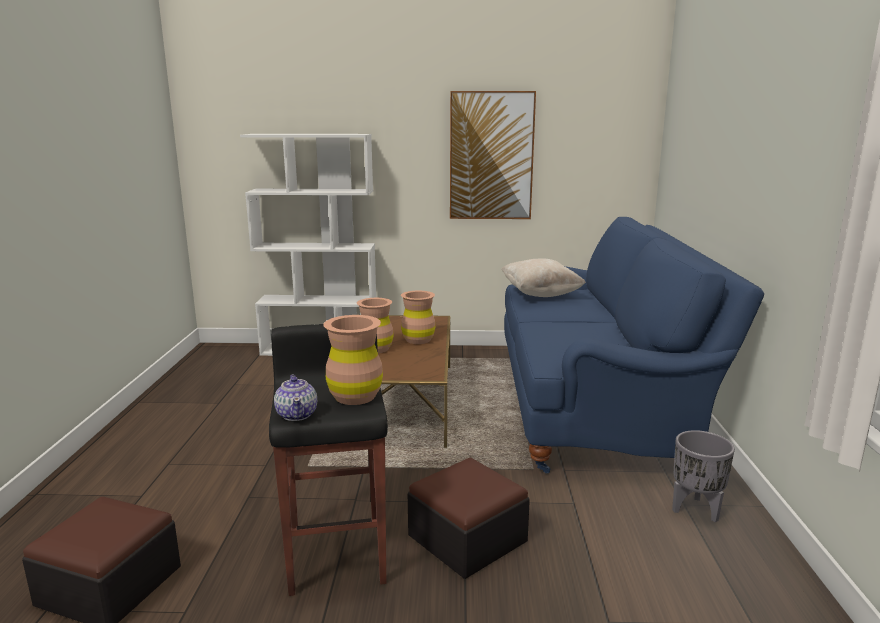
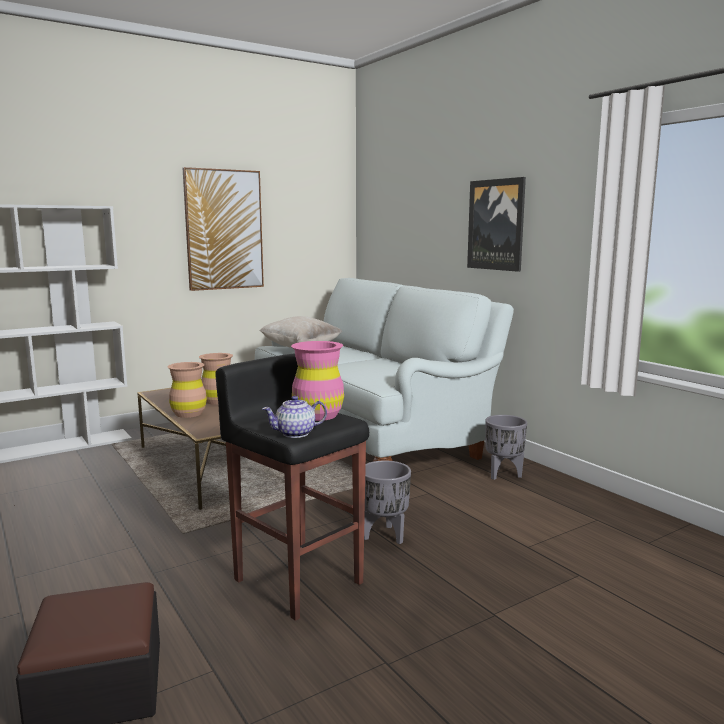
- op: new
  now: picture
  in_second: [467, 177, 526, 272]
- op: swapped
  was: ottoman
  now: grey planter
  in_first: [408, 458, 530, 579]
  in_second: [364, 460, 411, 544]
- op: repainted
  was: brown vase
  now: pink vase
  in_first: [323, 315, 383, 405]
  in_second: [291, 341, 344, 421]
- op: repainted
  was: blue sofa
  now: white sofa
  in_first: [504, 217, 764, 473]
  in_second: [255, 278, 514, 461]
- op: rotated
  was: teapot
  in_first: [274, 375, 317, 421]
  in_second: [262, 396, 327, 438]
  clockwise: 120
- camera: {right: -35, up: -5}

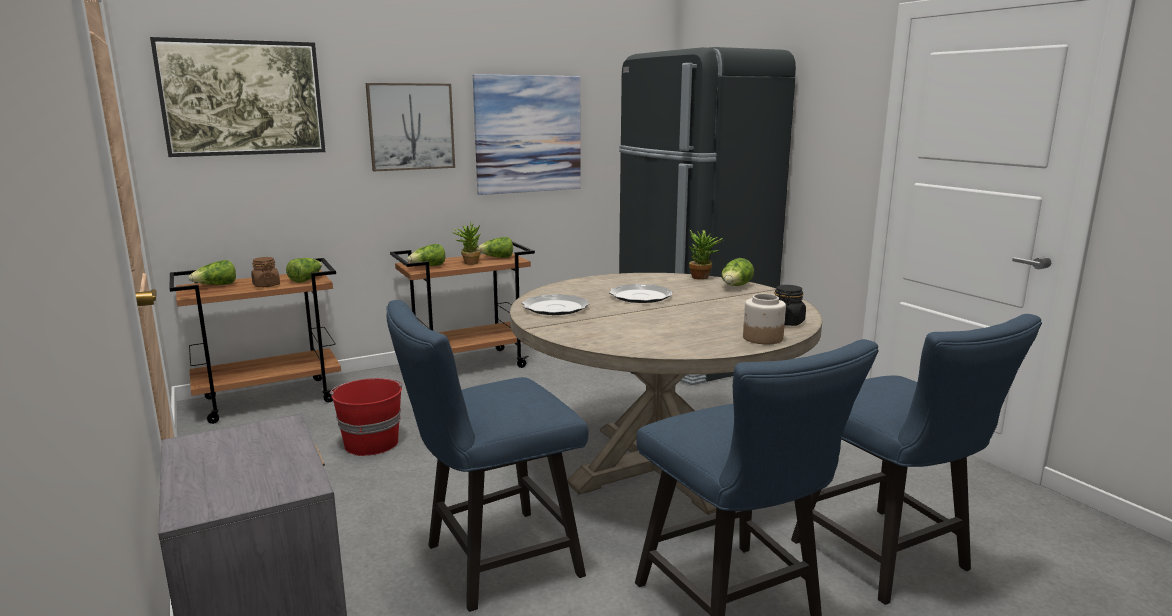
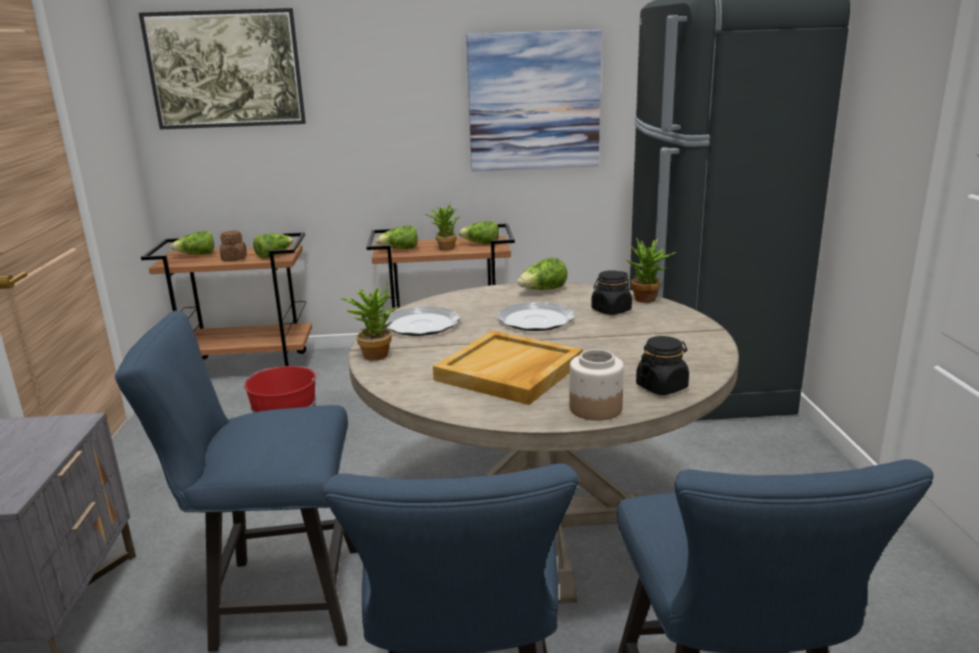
- op: gone
  was: picture
  in_first: [366, 83, 455, 171]
- op: new
  now: potted plant
  in_second: [341, 282, 397, 361]
- op: new
  now: beige tray
  in_second: [433, 331, 583, 405]
- op: new
  now: black jar
  in_second: [591, 270, 632, 315]
- op: shifted
  was: lettuce
  in_first: [721, 258, 754, 286]
  in_second: [517, 257, 567, 290]
- camera: {right: 25, up: 5}

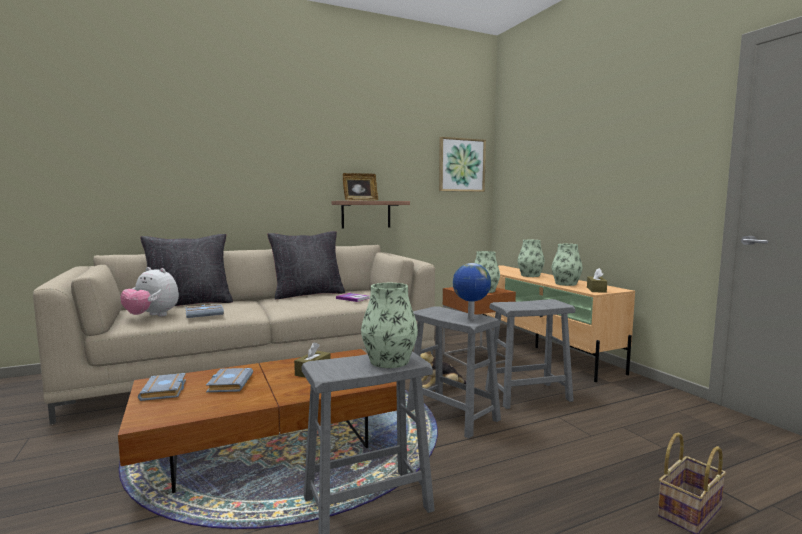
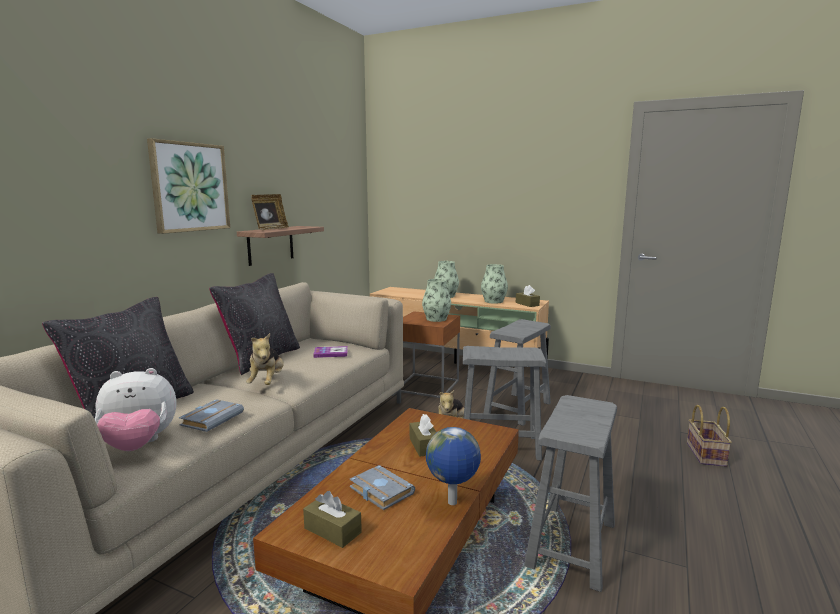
- op: gone
  was: vase
  in_first: [361, 283, 418, 368]
- op: new
  now: plush toy
  in_second: [246, 333, 284, 385]
- op: shifted
  was: picture
  in_first: [439, 137, 486, 192]
  in_second: [147, 138, 230, 234]
- op: shifted
  was: globe
  in_first: [453, 263, 491, 319]
  in_second: [426, 427, 481, 505]
- op: swapped
  was: grey book
  now: brown tissue box
  in_first: [138, 373, 186, 401]
  in_second: [303, 491, 362, 548]
- camera: {right: -40, up: 5}

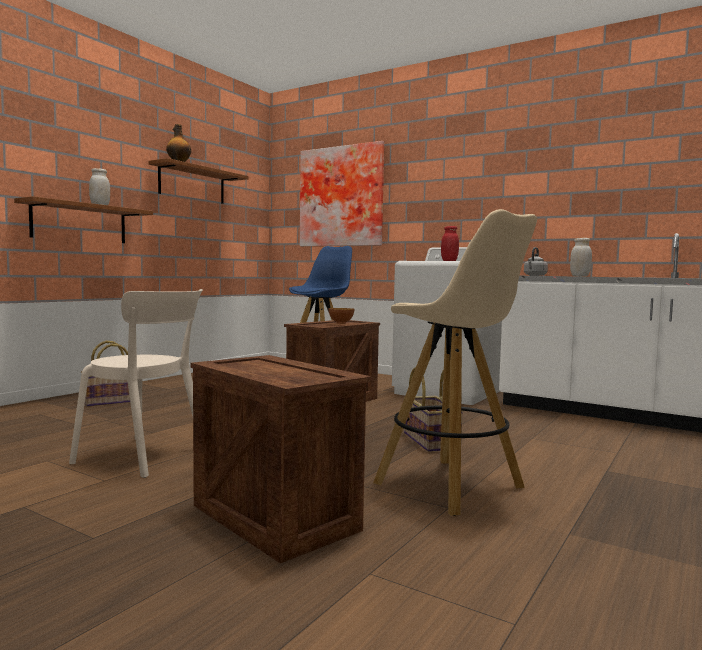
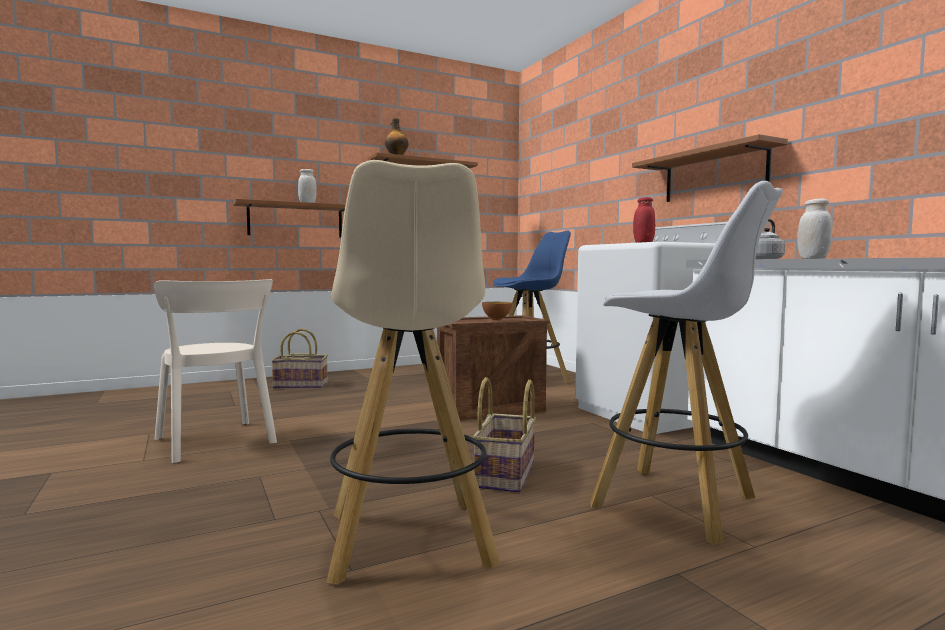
- op: gone
  was: crate
  in_first: [190, 355, 372, 563]
- op: gone
  was: picture
  in_first: [300, 141, 384, 246]
- op: new
  now: white stool
  in_second: [590, 181, 783, 544]
- op: new
  now: brown shelf
  in_second: [632, 134, 788, 202]
- camera: {right: 30, up: 0}

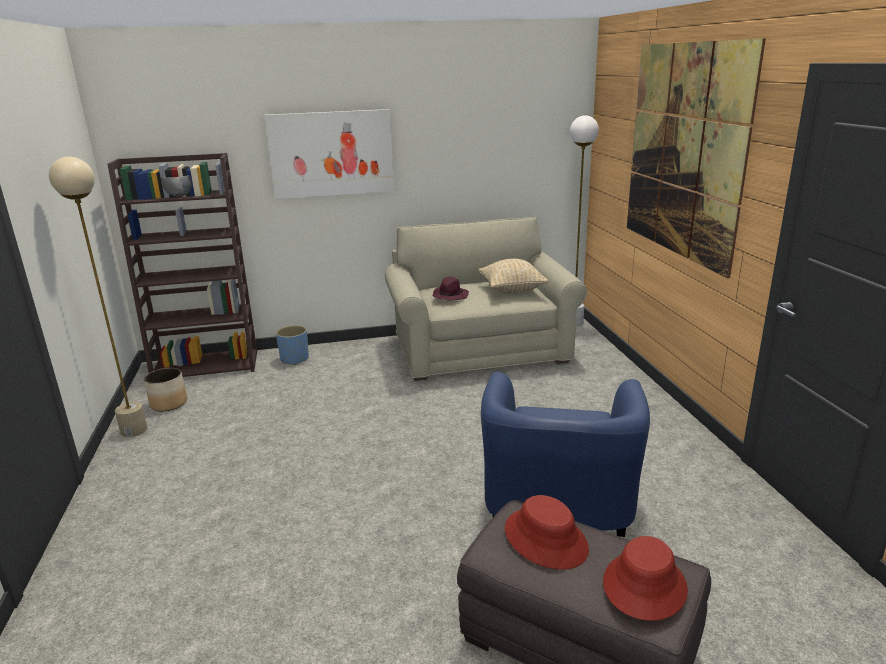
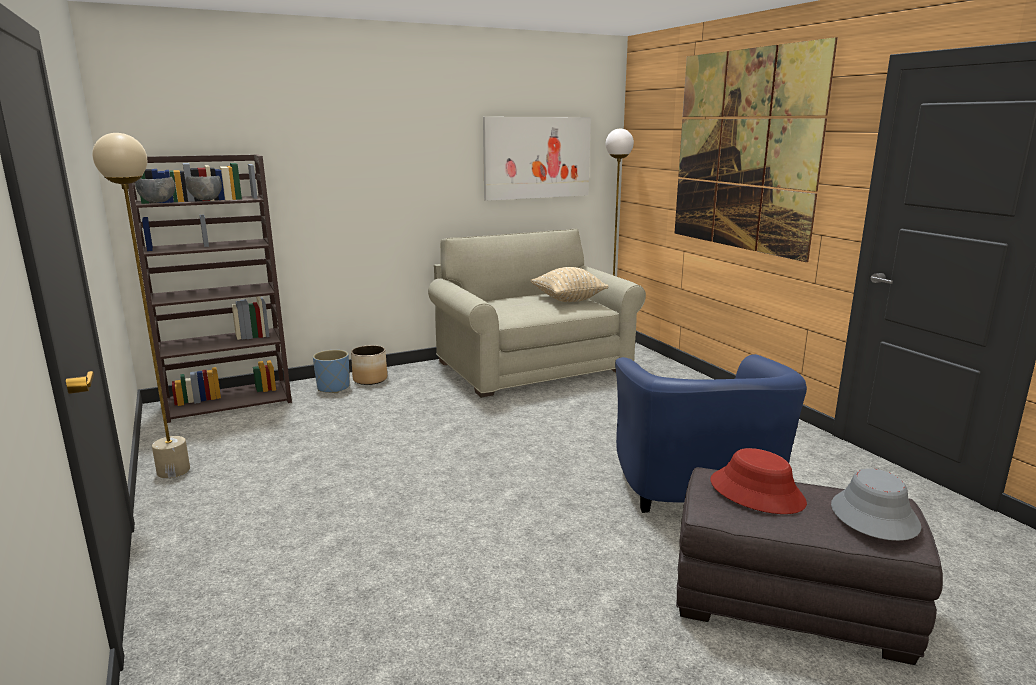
- op: gone
  was: purple hat
  in_first: [432, 277, 469, 301]
- op: new
  now: grey bowl
  in_second: [135, 177, 175, 203]
- op: shifted
  was: planter
  in_first: [144, 368, 187, 411]
  in_second: [351, 345, 387, 385]
- op: shifted
  was: picture
  in_first: [264, 109, 394, 199]
  in_second: [483, 117, 591, 201]
- op: repainted
  was: red hat
  now: grey hat
  in_first: [603, 536, 688, 621]
  in_second: [831, 468, 921, 541]
- camera: {right: -15, up: -5}

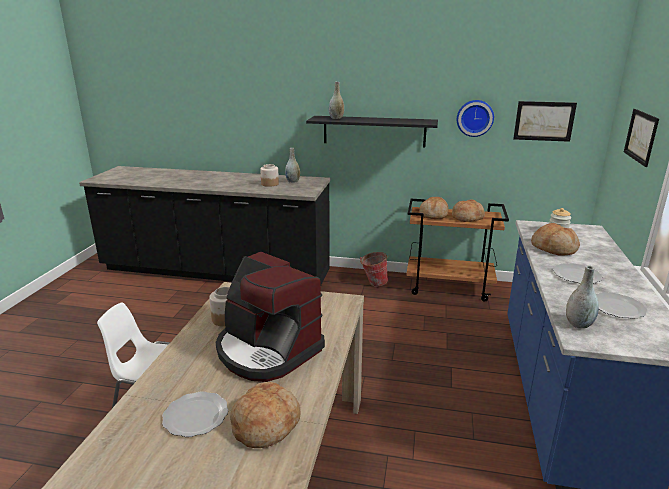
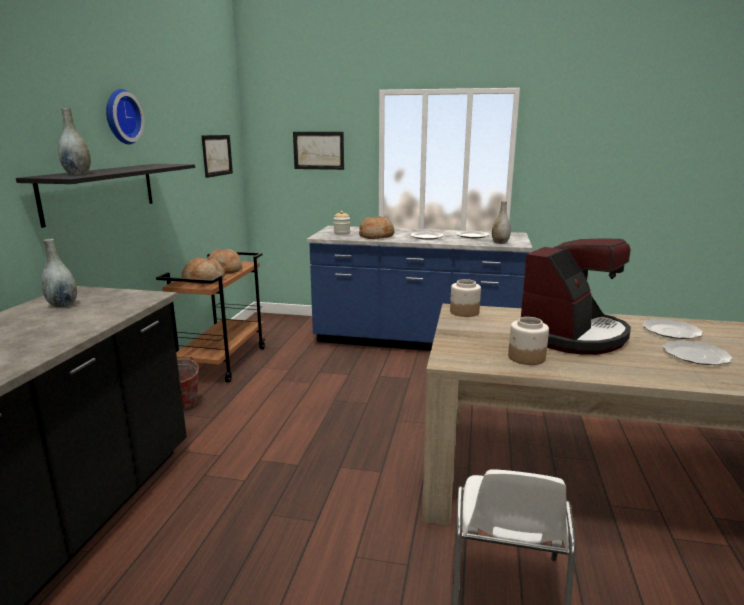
- op: shifted
  was: jar
  in_first: [260, 164, 279, 187]
  in_second: [450, 279, 481, 317]
- op: shifted
  was: wall clock
  in_first: [457, 100, 494, 137]
  in_second: [106, 89, 144, 144]
- op: swapped
  was: bread
  now: plate
  in_first: [230, 382, 301, 448]
  in_second: [642, 319, 703, 339]
- camera: {right: -90, up: -5}

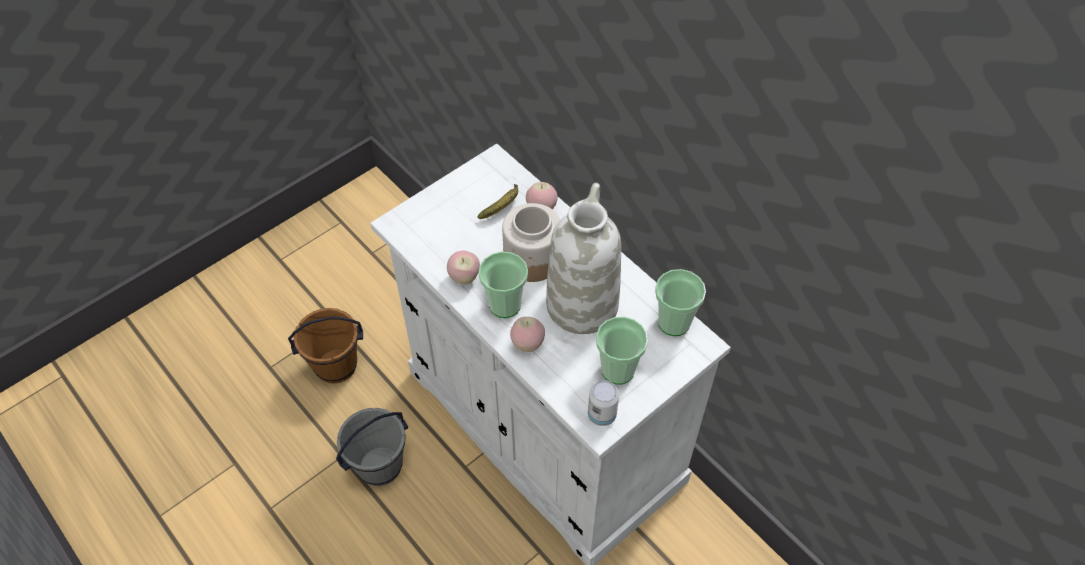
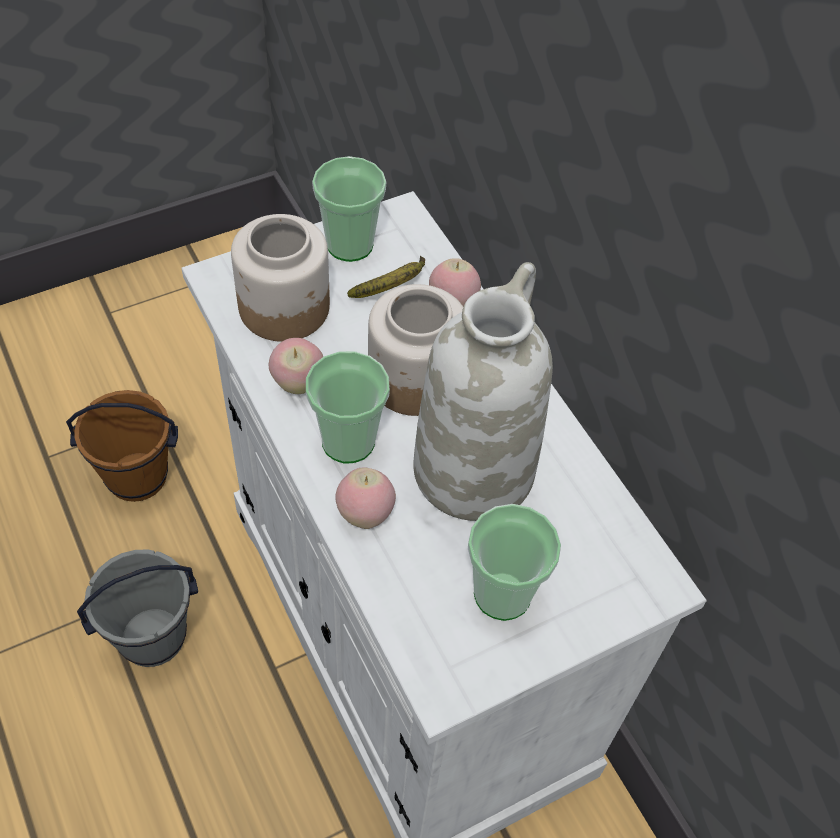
- op: gone
  was: can
  in_first: [588, 380, 619, 426]
- op: new
  now: jar
  in_second: [231, 214, 330, 342]
- op: shifted
  was: cup
  in_first: [655, 269, 706, 336]
  in_second: [312, 156, 386, 262]
- camera: {right: 10, up: 0}

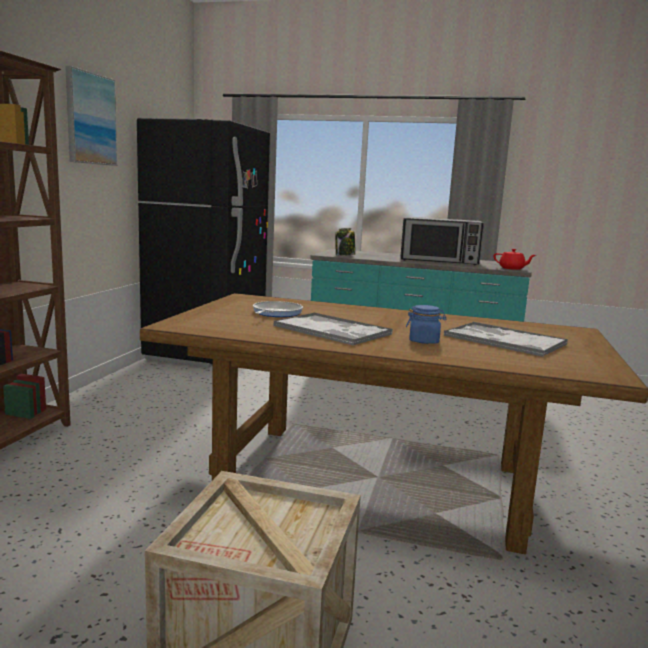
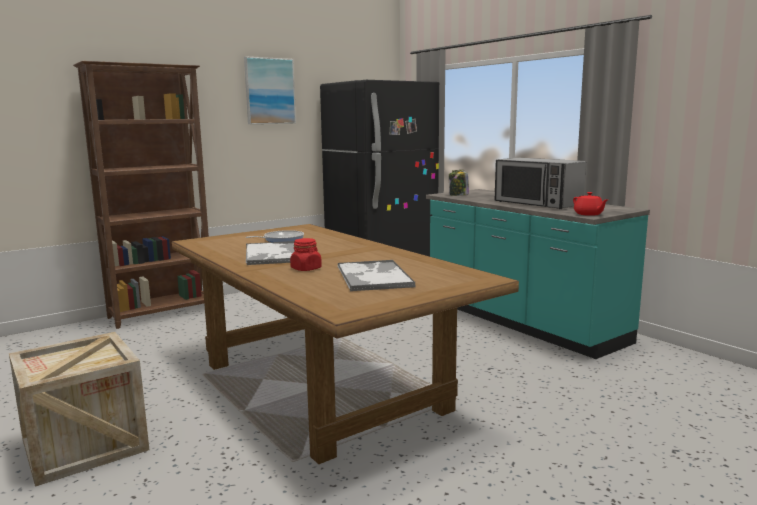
- op: repainted
  was: blue jar
  now: red jar
  in_first: [406, 305, 446, 344]
  in_second: [290, 238, 322, 271]
- camera: {right: 40, up: 0}

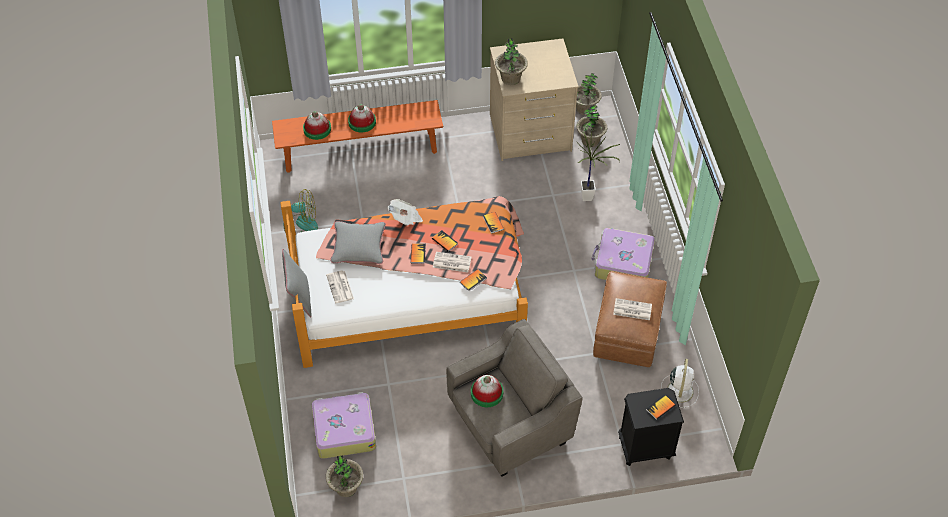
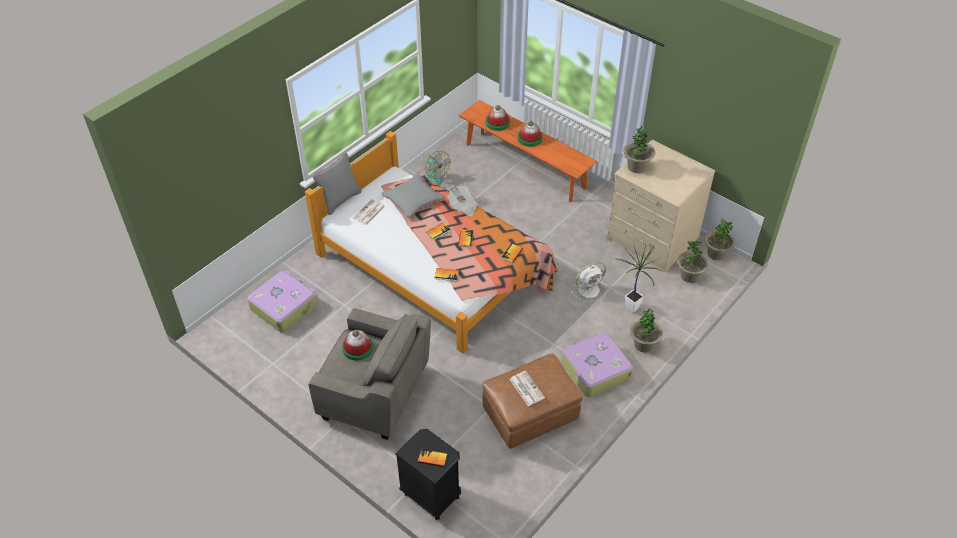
- op: gone
  was: newspaper
  in_first: [433, 252, 472, 272]
- op: shifted
  was: potted plant
  in_first: [326, 455, 363, 497]
  in_second: [630, 309, 663, 352]
- op: shifted
  was: white fan
  in_first: [661, 359, 699, 408]
  in_second: [570, 262, 607, 303]
- camera: {right: 50, up: -5}

